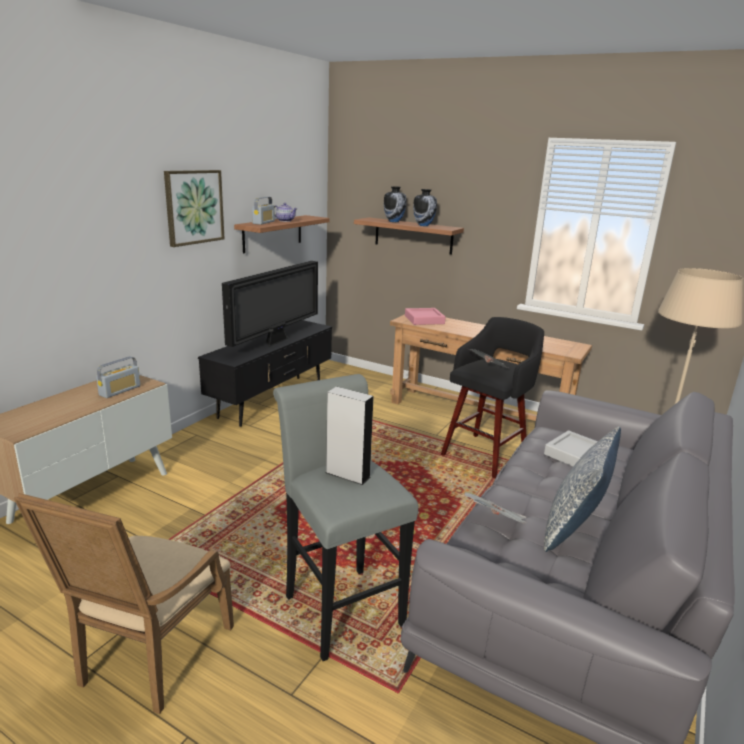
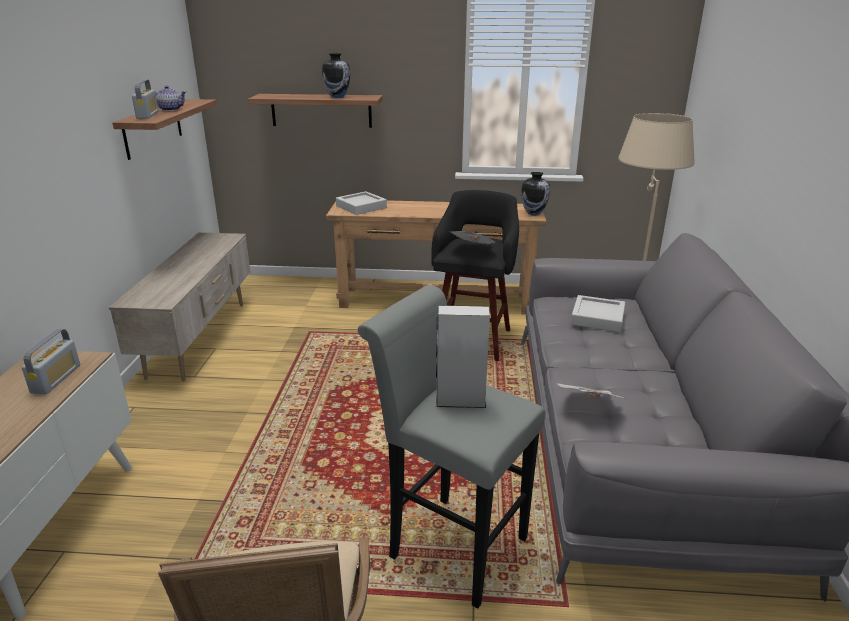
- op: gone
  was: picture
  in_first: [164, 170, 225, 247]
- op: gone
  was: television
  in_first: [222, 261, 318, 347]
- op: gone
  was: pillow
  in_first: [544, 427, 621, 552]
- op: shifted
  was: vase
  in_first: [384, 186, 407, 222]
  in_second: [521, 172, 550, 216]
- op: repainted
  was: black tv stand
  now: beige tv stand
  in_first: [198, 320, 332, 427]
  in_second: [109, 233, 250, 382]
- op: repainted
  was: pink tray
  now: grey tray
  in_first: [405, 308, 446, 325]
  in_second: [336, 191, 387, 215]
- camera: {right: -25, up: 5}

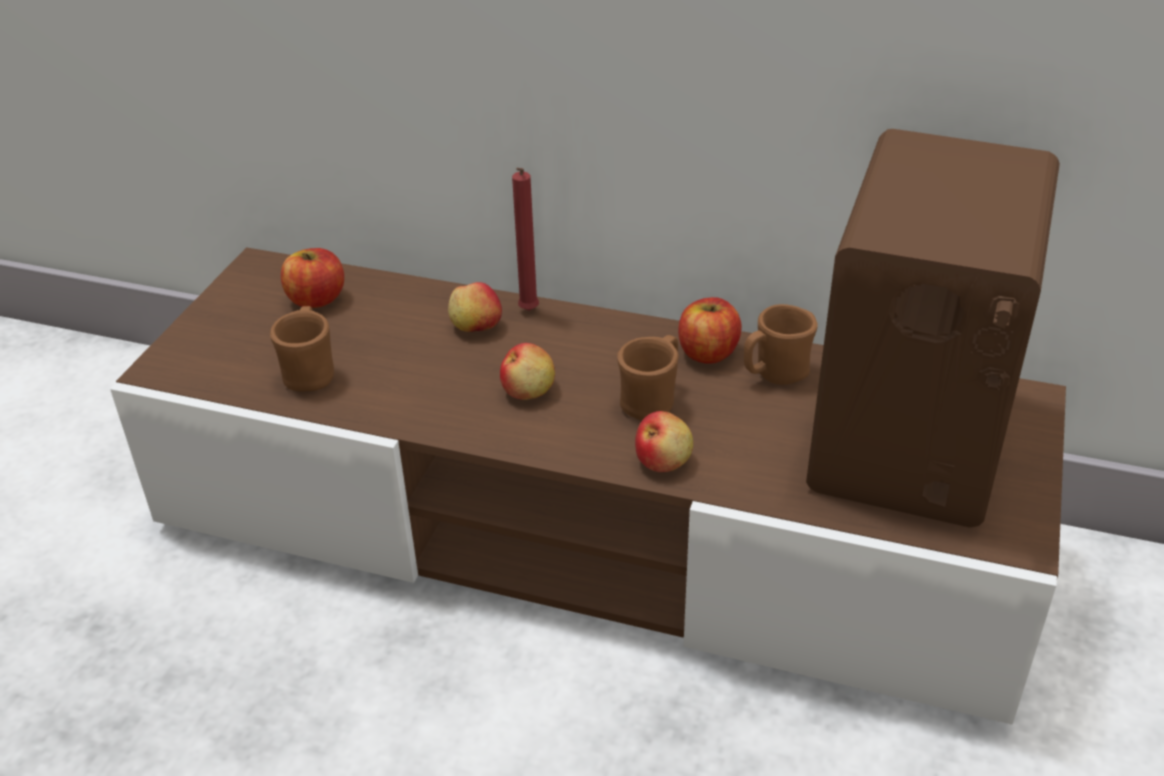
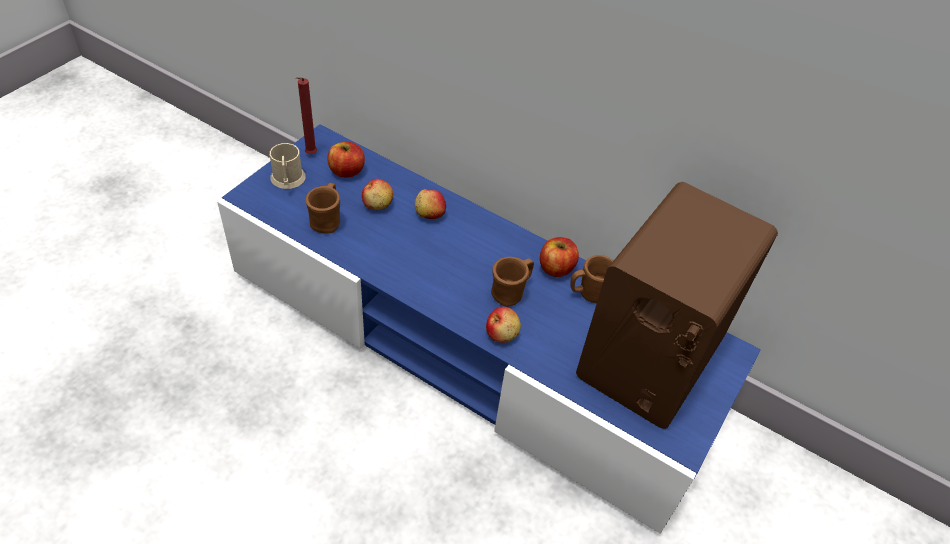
- op: new
  now: beige mug
  in_second: [270, 143, 306, 189]
- op: shifted
  was: apple
  in_first: [500, 343, 555, 400]
  in_second: [362, 179, 393, 210]
- op: shifted
  was: red candle
  in_first: [512, 168, 539, 311]
  in_second: [296, 77, 317, 154]
- op: repainted
  was: brown tv stand
  now: blue tv stand
  in_first: [110, 247, 1066, 724]
  in_second: [217, 124, 761, 534]
- camera: {right: 10, up: 10}

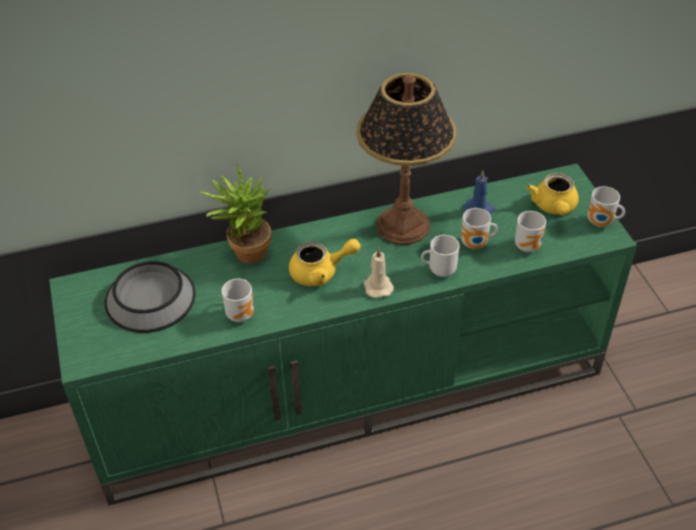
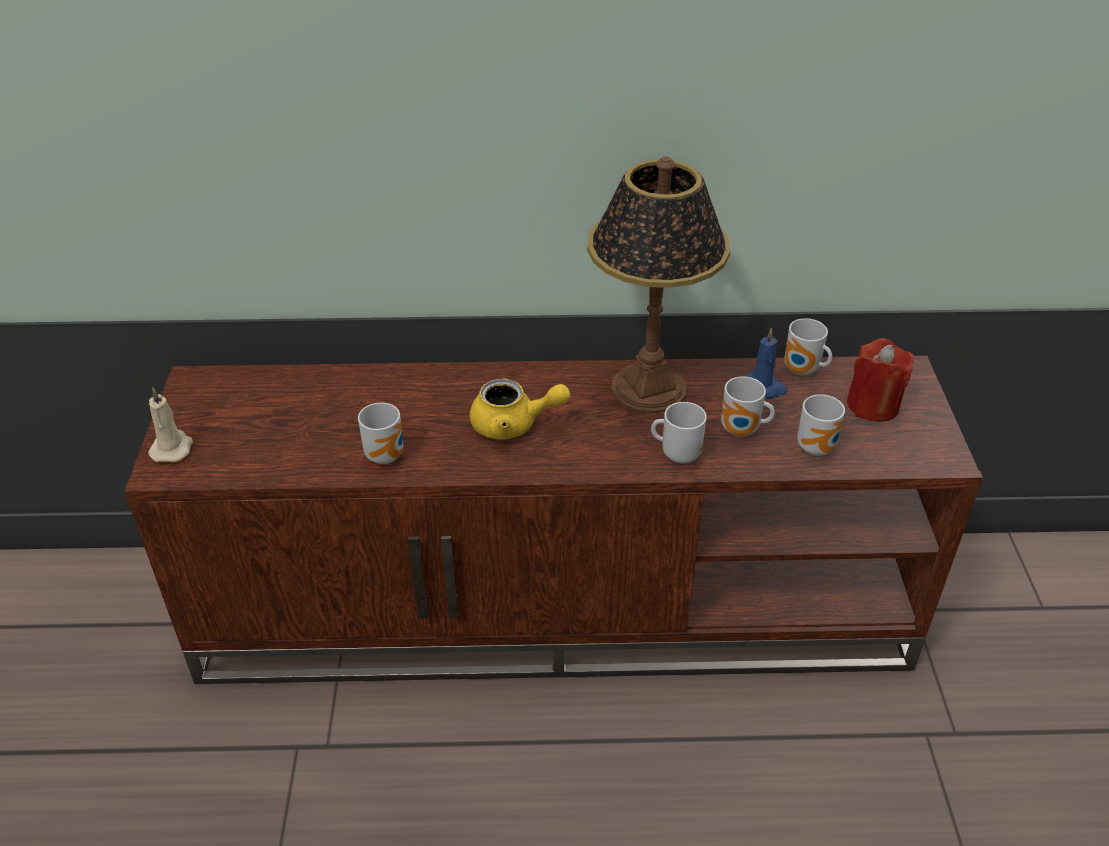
- op: gone
  was: bowl
  in_first: [105, 261, 195, 333]
- op: gone
  was: potted plant
  in_first: [199, 164, 271, 264]
- op: shifted
  was: beige candle
  in_first: [364, 247, 394, 298]
  in_second: [148, 388, 193, 462]
- op: shifted
  was: mug
  in_first: [588, 186, 625, 227]
  in_second: [784, 318, 832, 375]
- op: swapped
  was: yellow teapot
  now: red candle
  in_first: [526, 173, 579, 215]
  in_second: [847, 338, 914, 422]
- op: repainted
  was: green tv stand
  now: brown tv stand
  in_first: [49, 164, 637, 506]
  in_second: [124, 356, 983, 684]
- camera: {right: 15, up: -5}

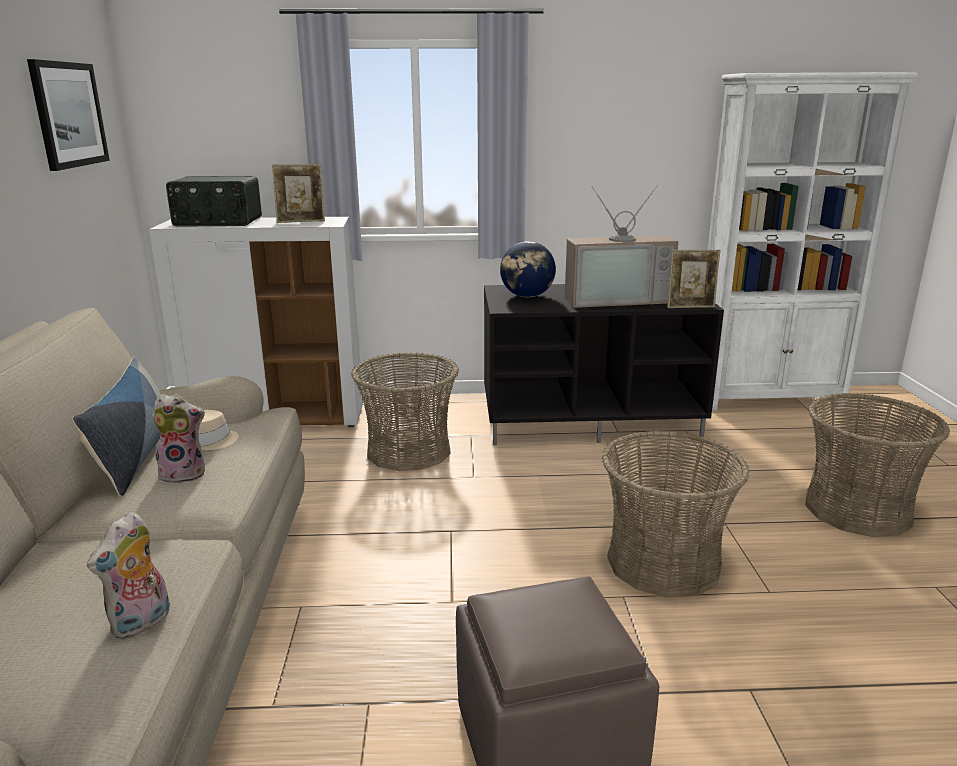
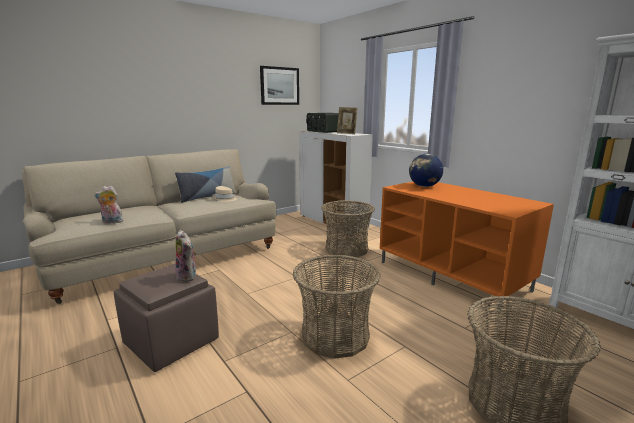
- op: gone
  was: television
  in_first: [565, 185, 679, 308]
- op: gone
  was: picture frame
  in_first: [667, 250, 721, 308]
- op: shifted
  was: plush toy
  in_first: [152, 394, 205, 483]
  in_second: [175, 230, 196, 282]
- op: repainted
  was: black tv stand
  now: orange tv stand
  in_first: [484, 284, 724, 446]
  in_second: [380, 182, 554, 313]
- camera: {right: 55, up: -5}

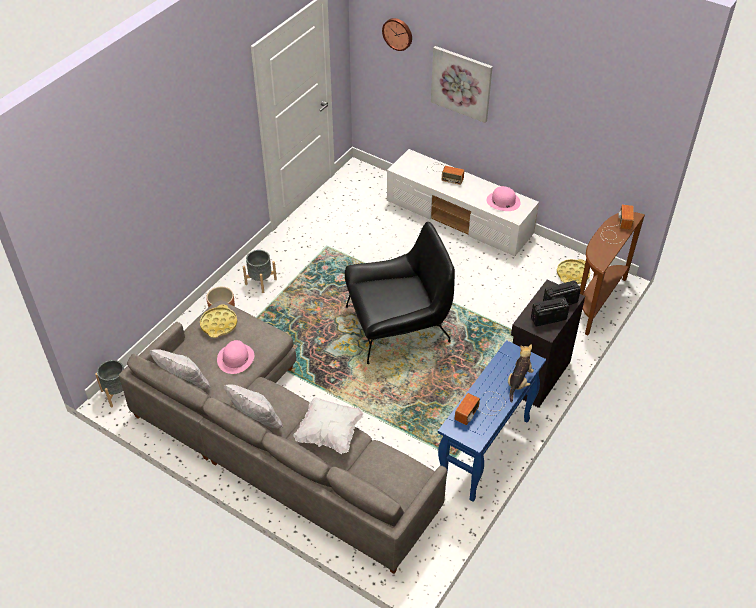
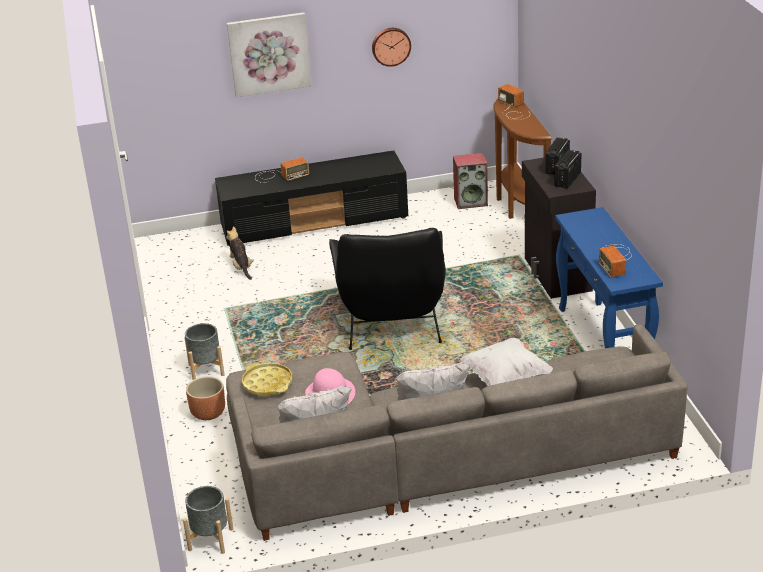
- op: gone
  was: pink hat
  in_first: [487, 186, 520, 211]
- op: shifted
  was: wall clock
  in_first: [382, 18, 412, 51]
  in_second: [372, 28, 411, 67]
- op: shifted
  was: plush toy
  in_first: [508, 344, 534, 402]
  in_second: [226, 226, 254, 280]
- op: swapped
  was: yellow tray
  now: speaker
  in_first: [557, 259, 590, 284]
  in_second: [453, 153, 488, 209]
- op: repainted
  was: white tv stand
  now: black tv stand
  in_first: [387, 149, 539, 256]
  in_second: [215, 150, 408, 247]
- op: rotated
  was: black armchair
  in_first: [345, 222, 455, 364]
  in_second: [329, 228, 446, 350]
  clockwise: 150
- camera: {right: -45, up: -15}

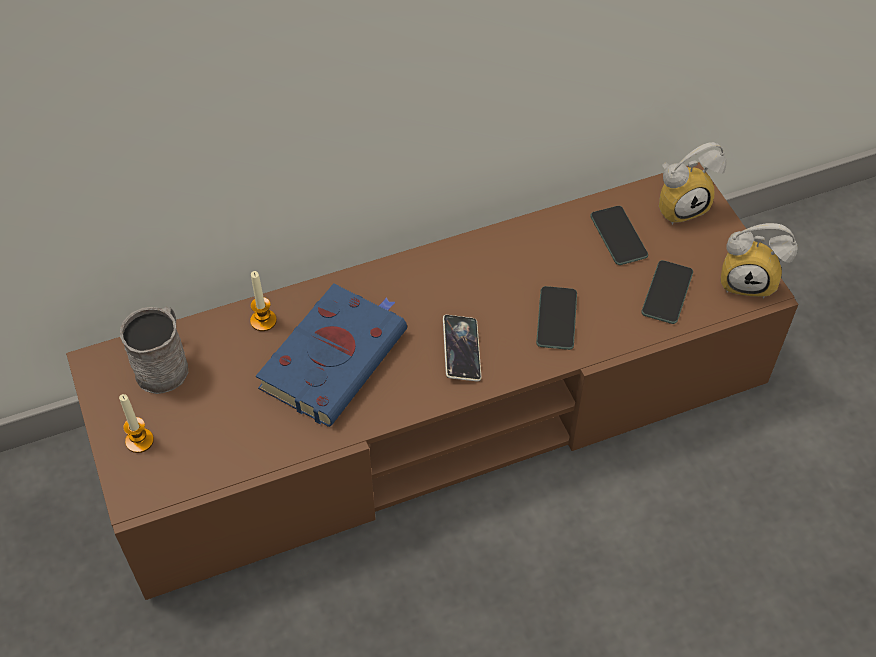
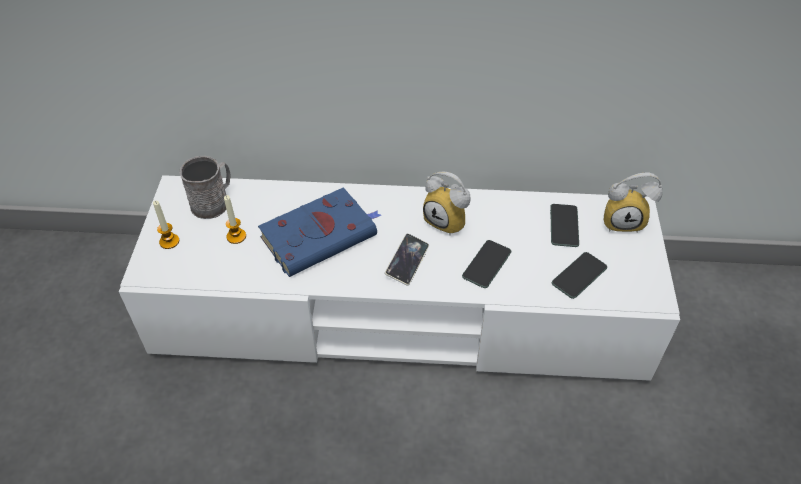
- op: shifted
  was: candle
  in_first: [250, 271, 277, 331]
  in_second: [224, 195, 246, 244]
- op: shifted
  was: alarm clock
  in_first: [721, 223, 798, 299]
  in_second: [423, 171, 471, 235]
- op: repainted
  was: brown tv stand
  now: white tv stand
  in_first: [66, 162, 798, 600]
  in_second: [119, 175, 680, 381]
- camera: {right: 25, up: -5}

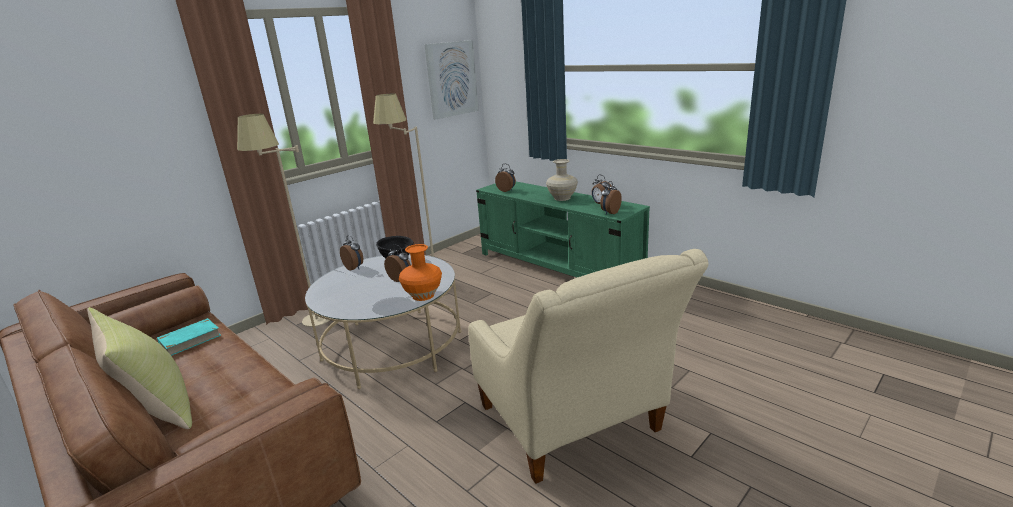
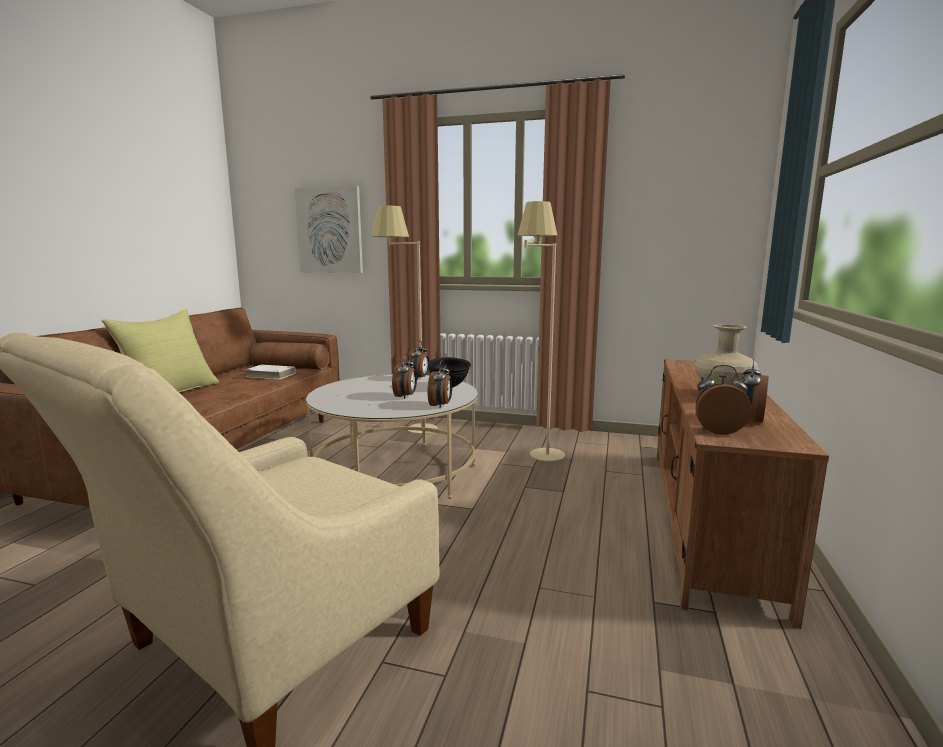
- op: gone
  was: orange vase
  in_first: [399, 244, 442, 301]
- op: shifted
  was: picture
  in_first: [424, 40, 479, 119]
  in_second: [294, 186, 363, 273]
- op: shifted
  was: alarm clock
  in_first: [495, 164, 516, 192]
  in_second: [427, 360, 452, 408]
- op: repainted
  was: turquoise book
  now: white book
  in_first: [157, 318, 221, 356]
  in_second: [245, 365, 296, 380]
- op: repainted
  was: green tv stand
  now: brown tv stand
  in_first: [476, 182, 650, 277]
  in_second: [657, 359, 829, 629]
- camera: {right: 60, up: -10}

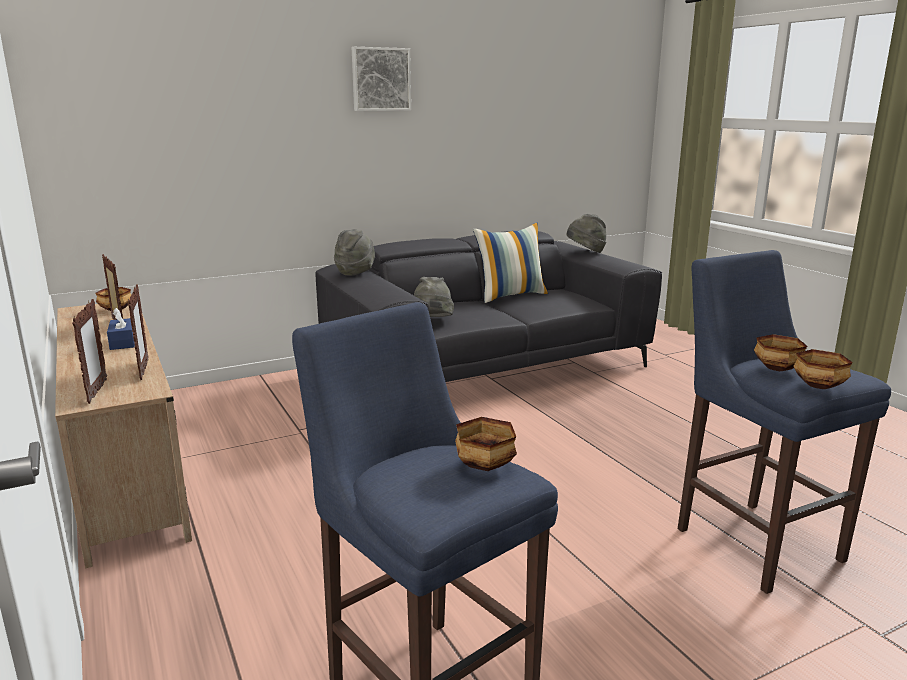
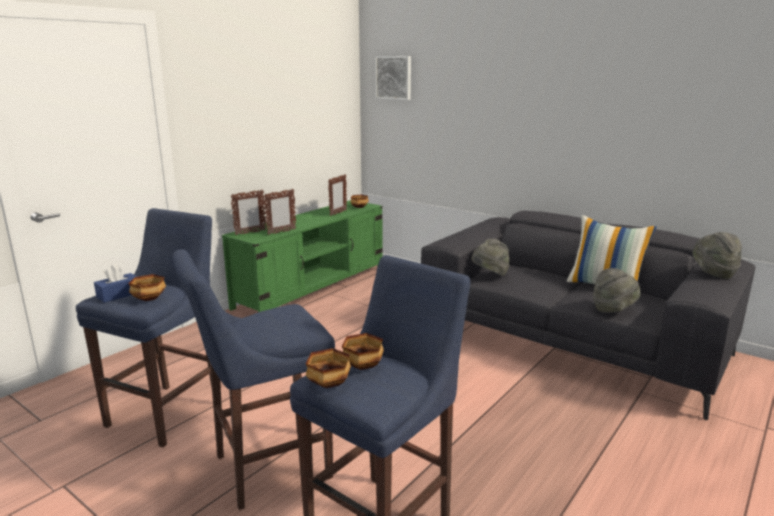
- op: new
  now: blue stool
  in_second: [173, 249, 335, 510]
- op: shifted
  was: blue tissue box
  in_first: [107, 308, 135, 350]
  in_second: [94, 264, 137, 303]
- op: shifted
  was: grey hat
  in_first: [334, 229, 375, 276]
  in_second: [593, 268, 640, 313]
- op: shifted
  was: picture
  in_first: [352, 47, 411, 111]
  in_second: [375, 56, 411, 100]
- op: repainted
  was: beige tv stand
  now: green tv stand
  in_first: [55, 304, 192, 568]
  in_second: [222, 200, 382, 312]
- camera: {right: 65, up: 0}

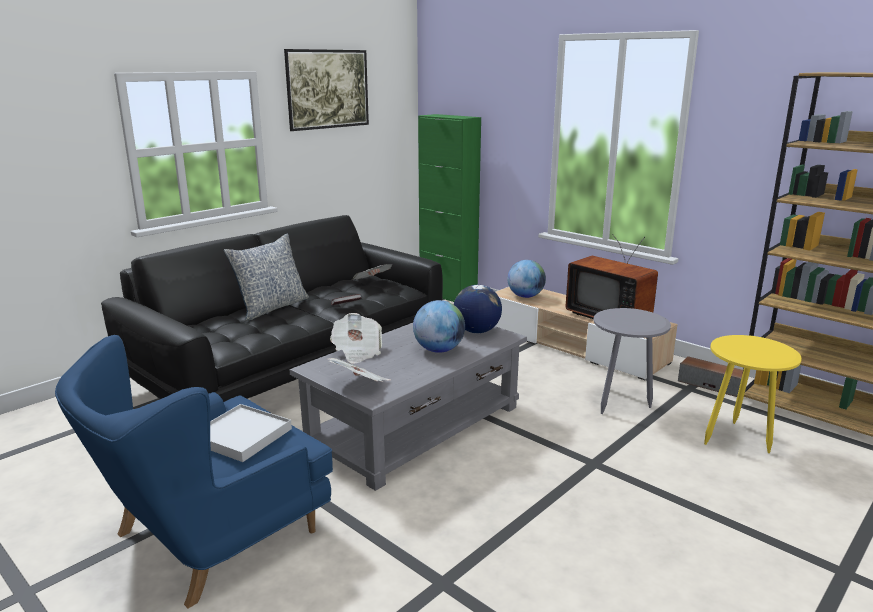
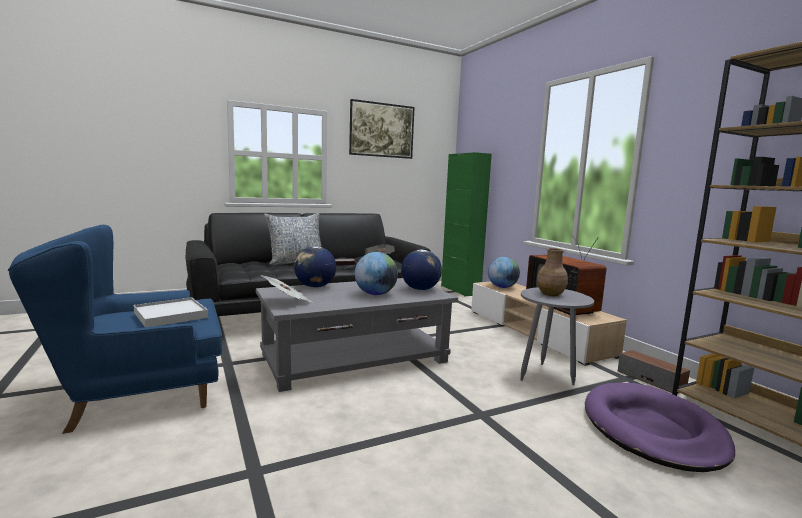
- op: new
  now: brown vase
  in_second: [537, 248, 568, 296]
- op: swapped
  was: newspaper
  now: globe
  in_first: [330, 313, 382, 364]
  in_second: [294, 246, 336, 288]
- op: swapped
  was: yellow side table
  now: purple dog bed
  in_first: [704, 335, 802, 453]
  in_second: [585, 383, 735, 472]
- camera: {right: 20, up: -10}

